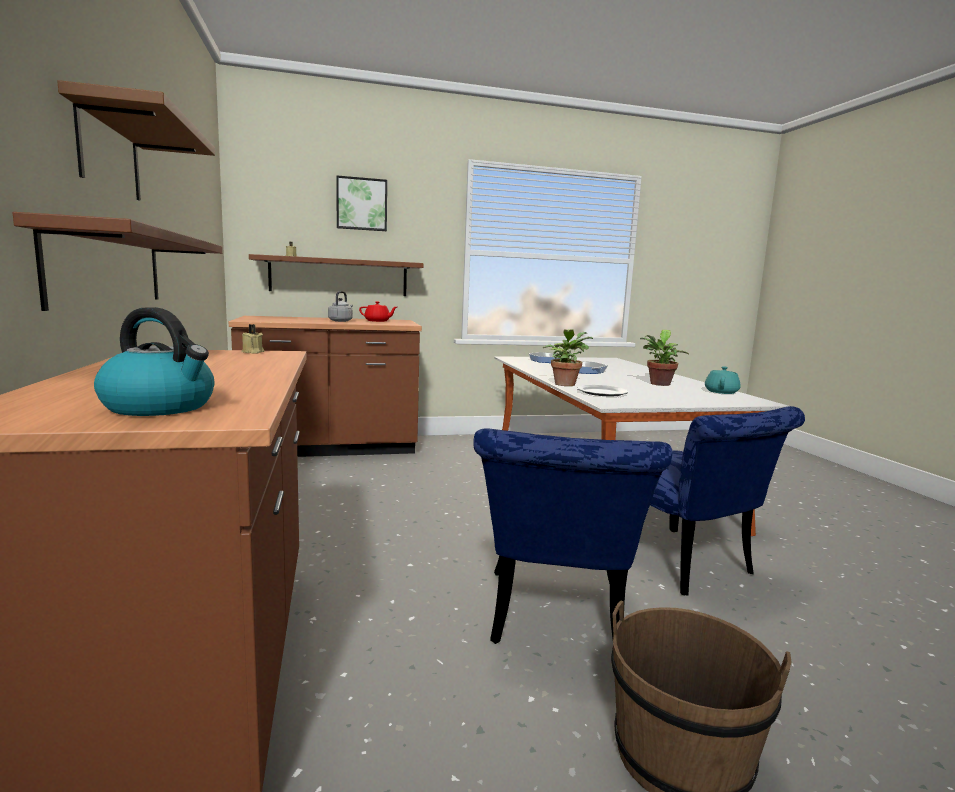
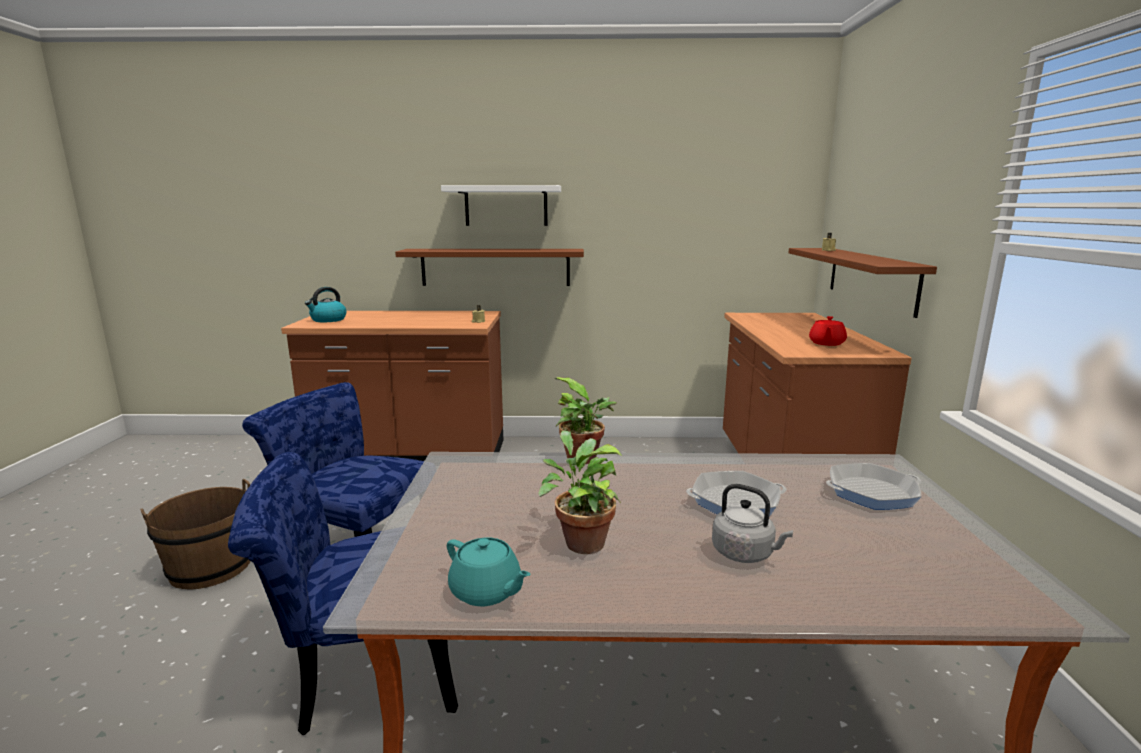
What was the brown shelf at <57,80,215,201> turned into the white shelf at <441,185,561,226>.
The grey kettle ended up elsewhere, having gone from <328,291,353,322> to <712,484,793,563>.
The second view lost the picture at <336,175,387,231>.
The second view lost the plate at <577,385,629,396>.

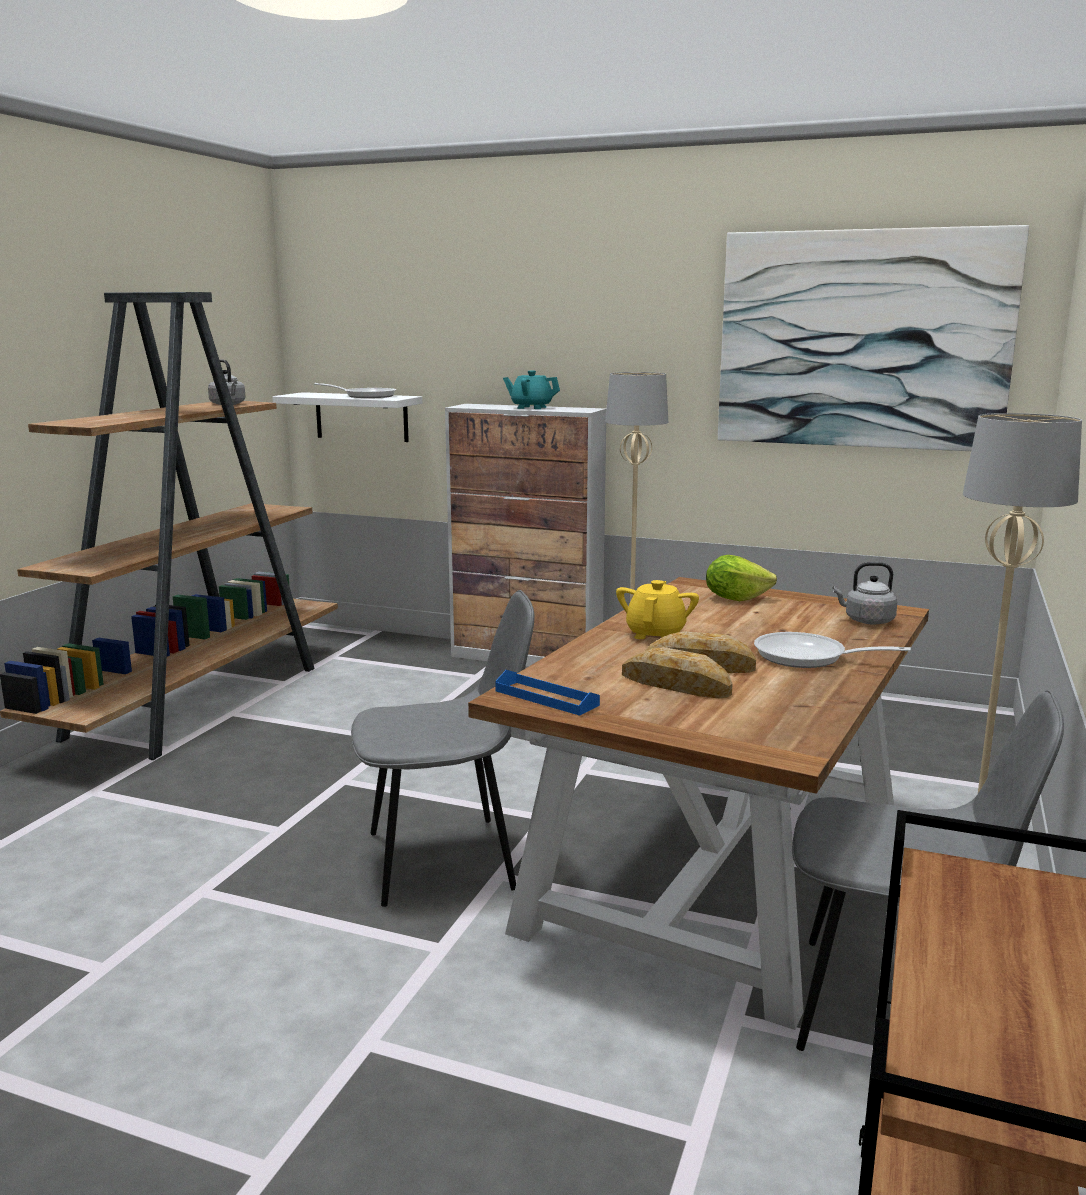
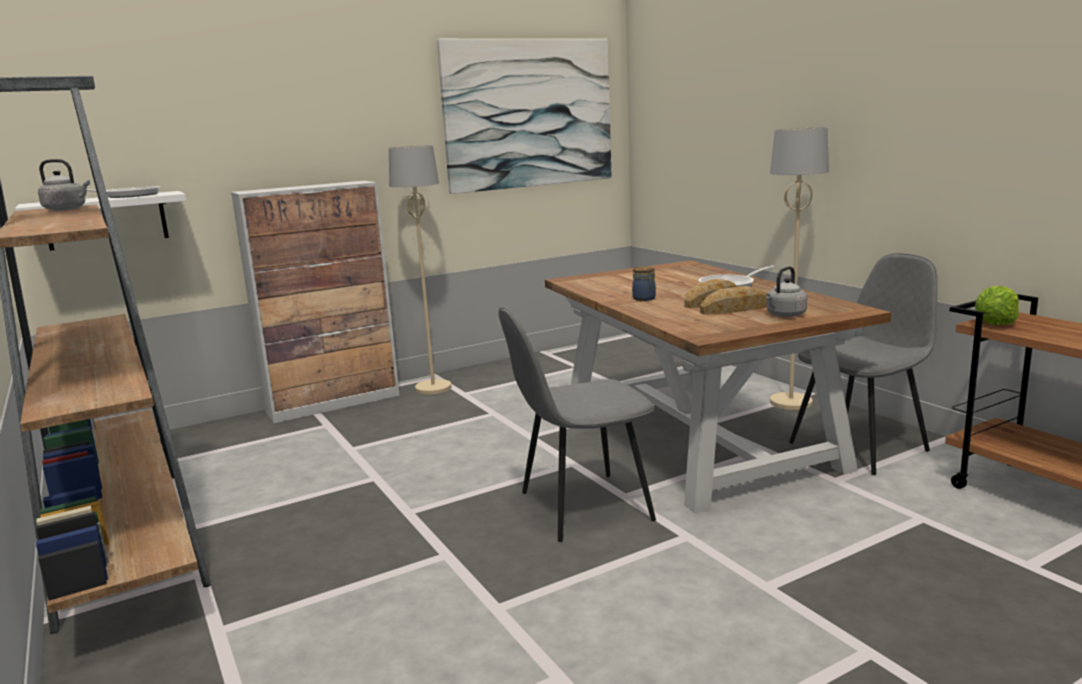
The grey chair at <351,590,535,907> ended up facing another way, 135 degrees counterclockwise from before.
The second view lost the blue tray at <495,670,600,716>.
The second view lost the turquoise teapot at <503,370,560,409>.
Where the yellow teapot stood at <616,580,699,639>, the jar came to stand at <632,266,656,301>.
The lettuce ended up elsewhere, having gone from <706,555,777,601> to <974,286,1019,325>.
The grey kettle ended up elsewhere, having gone from <833,562,898,625> to <766,266,807,317>.

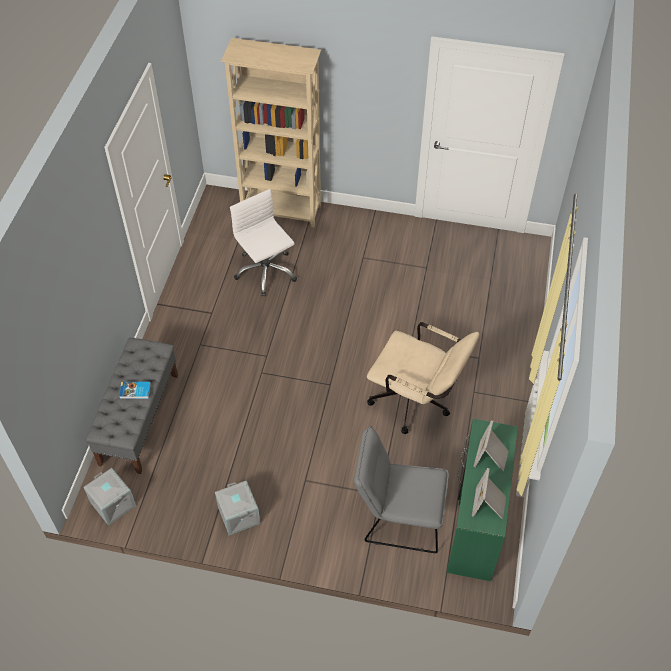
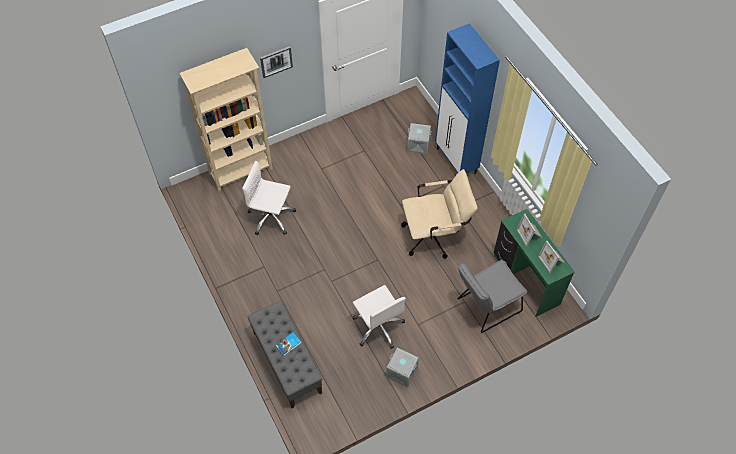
The grey storage box ended up elsewhere, having gone from <84,468,136,525> to <407,123,431,154>.
The second view gained the picture at <260,46,293,78>.
The second view gained the white office chair at <353,285,406,349>.
The second view gained the blue cabinet at <435,23,500,174>.

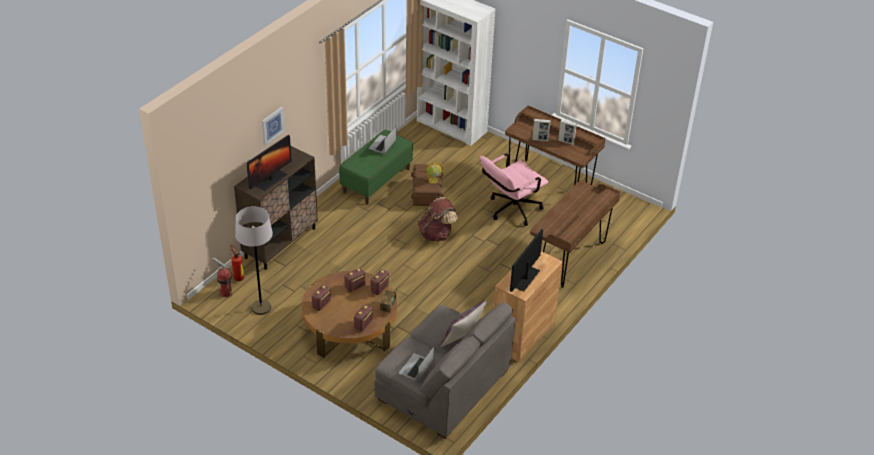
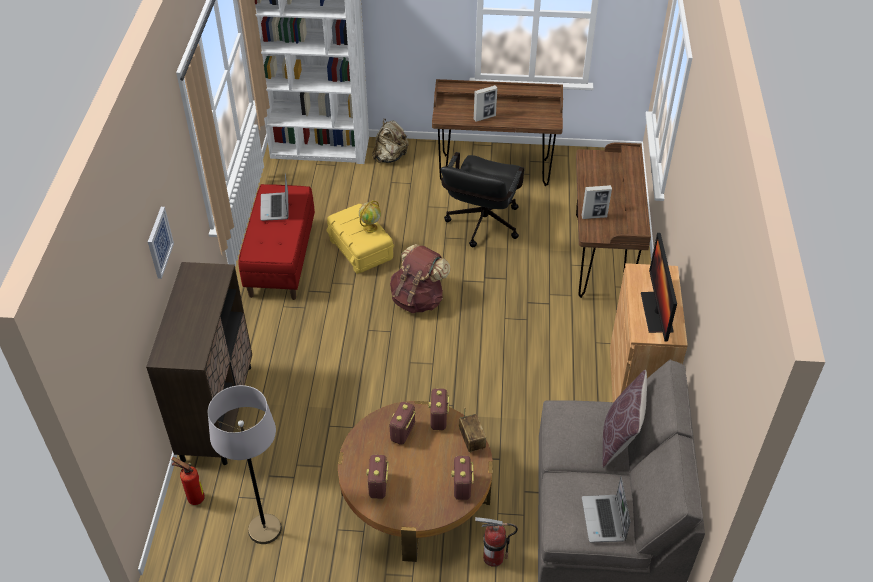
The fire extinguisher ended up elsewhere, having gone from <213,258,233,297> to <475,517,518,567>.
The second view lost the monitor at <247,135,292,191>.
What was the green bench at <339,130,413,205> turned into the red bench at <238,184,315,300>.
What was the brown storage box at <411,164,444,206> turned into the yellow storage box at <326,204,394,274>.
What was the pink office chair at <480,153,548,226> turned into the black office chair at <441,152,524,247>.
The picture frame ended up elsewhere, having gone from <558,120,577,145> to <581,185,612,219>.
The second view gained the beige backpack at <372,119,409,163>.

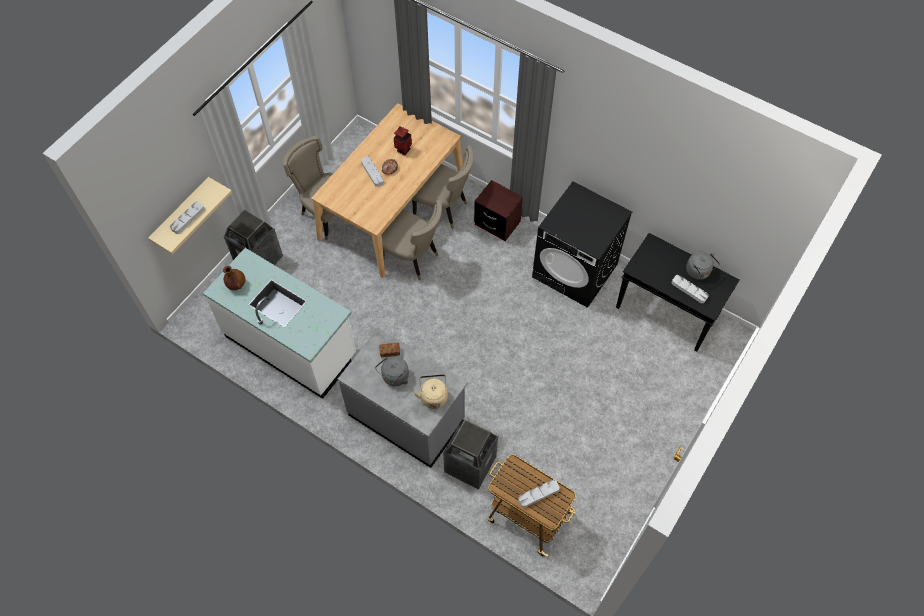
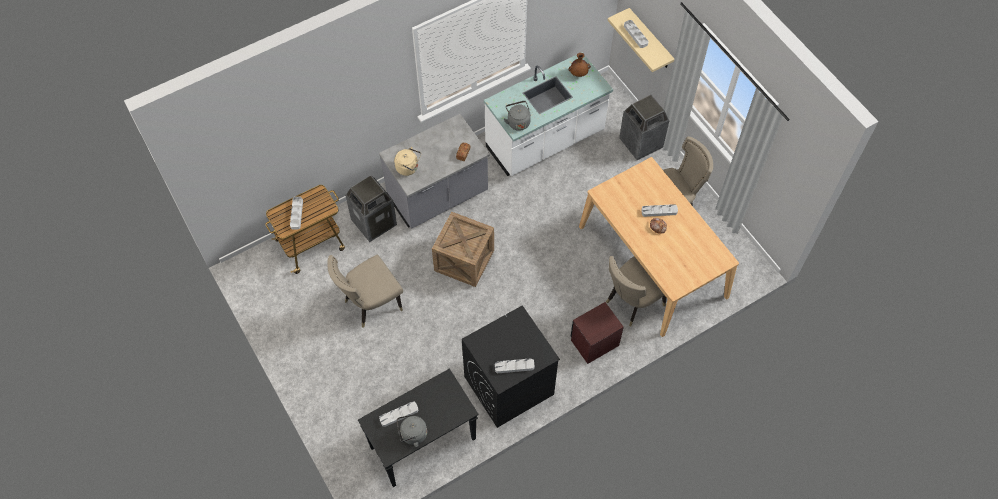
The grey kettle ended up elsewhere, having gone from <375,356,409,386> to <504,101,531,131>.
The beige chair ended up elsewhere, having gone from <382,200,442,281> to <327,255,403,328>.
The second view lost the vase at <394,126,412,155>.
The second view gained the crate at <432,212,494,287>.
The second view gained the grey tray at <495,358,535,373>.

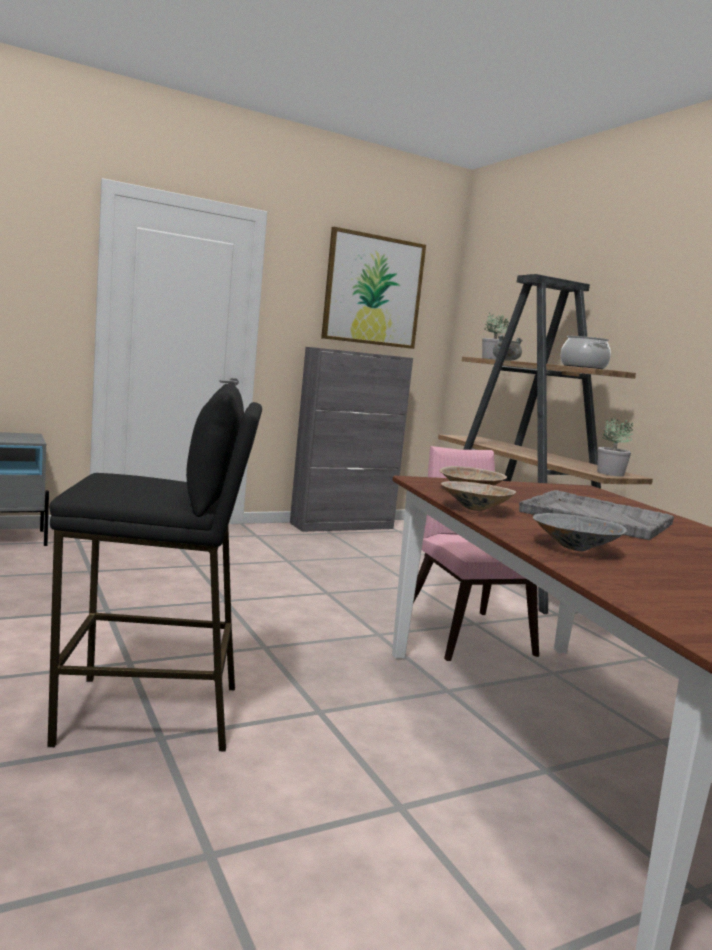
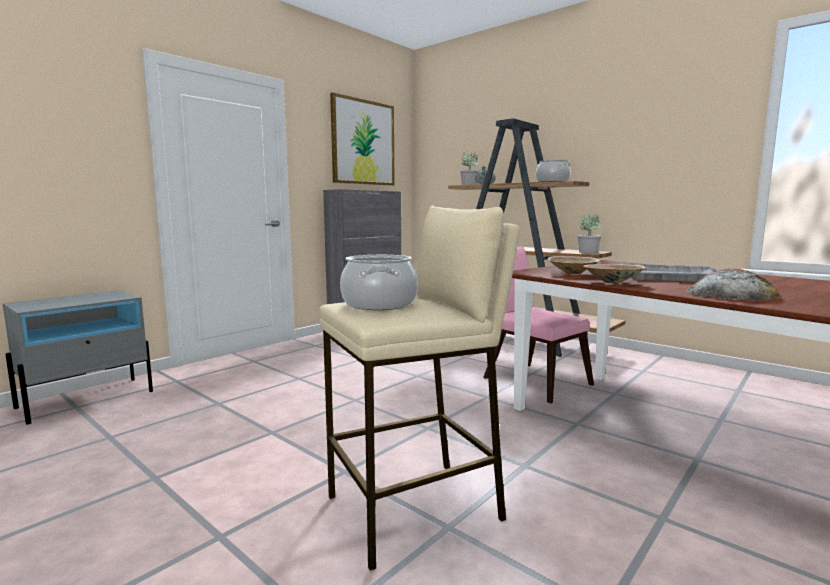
What was the black stool at <47,382,262,752> turned into the beige stool at <319,206,520,571>.
Where the grey bowl stood at <533,513,627,551>, the bread came to stand at <686,269,781,301>.
The second view gained the cooking pot at <340,255,418,310>.

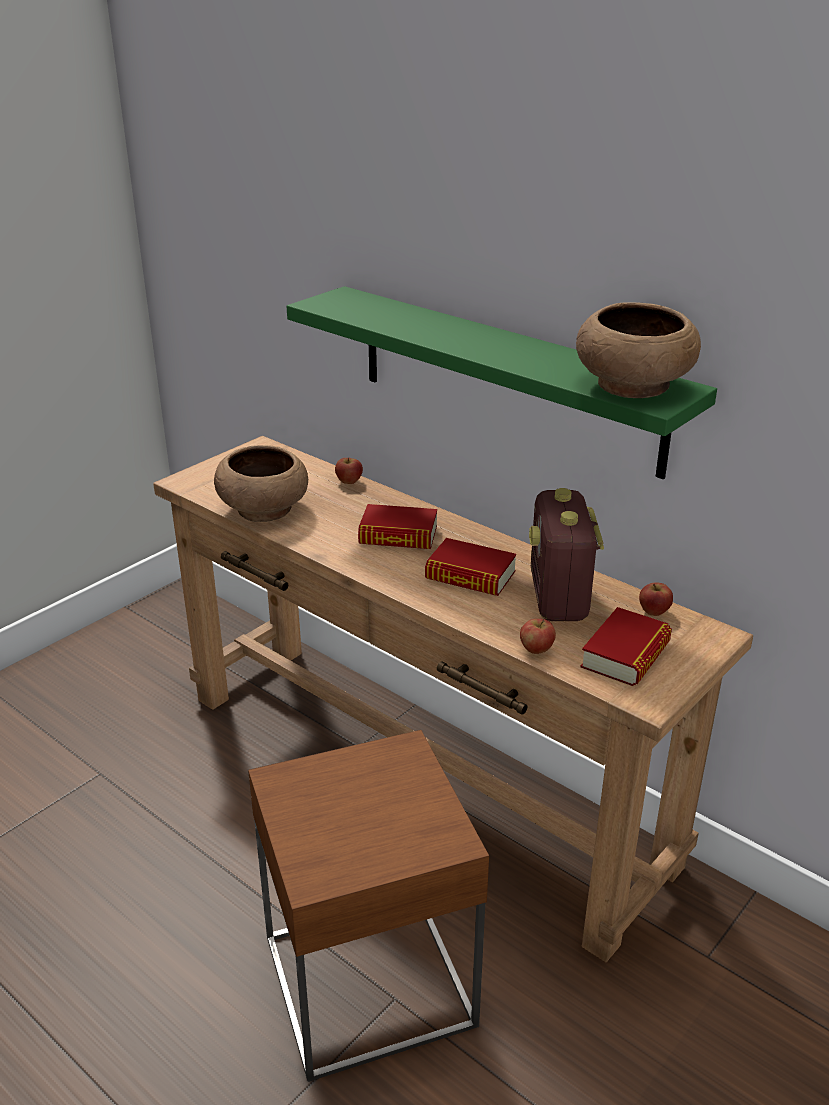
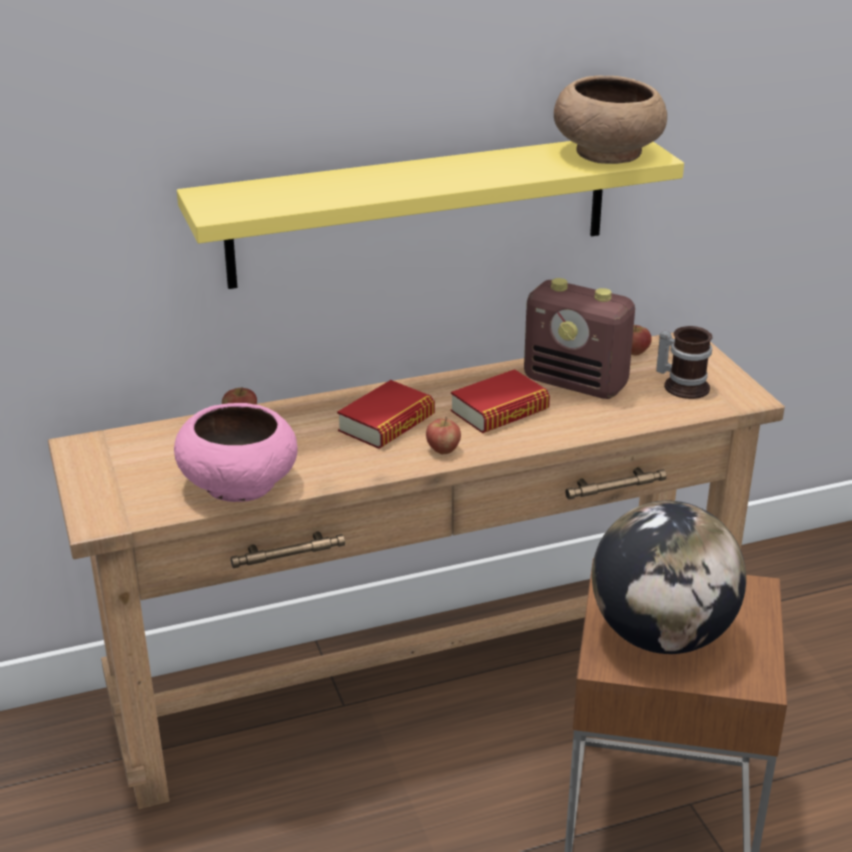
What was the brown bowl at <214,445,308,522> turned into the pink bowl at <174,403,298,502>.
What was the green shelf at <286,286,717,479> turned into the yellow shelf at <177,141,684,289>.
The apple ended up elsewhere, having gone from <520,619,556,654> to <426,416,461,454>.
Where the book stood at <580,607,672,686>, the mug came to stand at <656,326,713,399>.
The second view gained the globe at <592,501,746,654>.

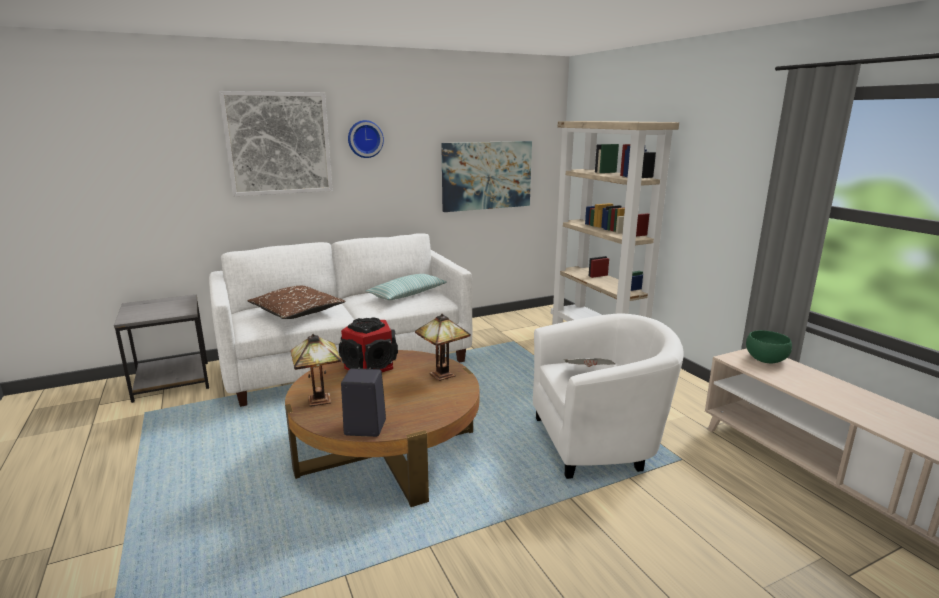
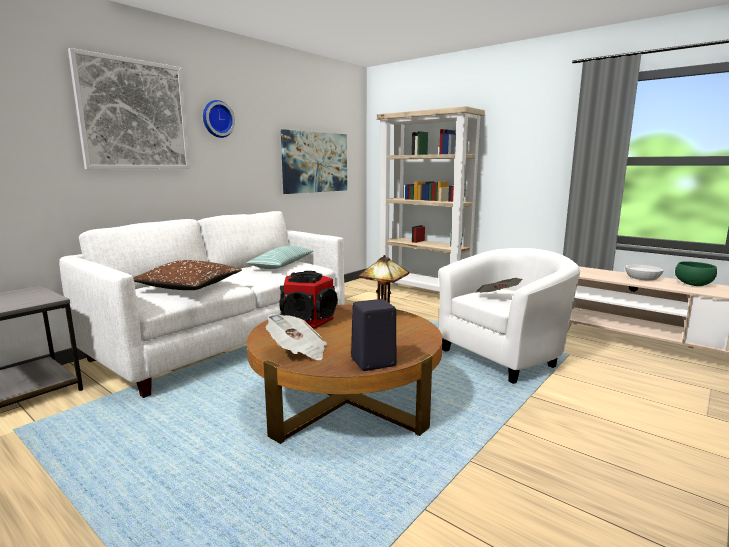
Where the table lamp stood at <290,334,341,407>, the newspaper came to stand at <266,314,327,360>.
The green bowl ended up elsewhere, having gone from <746,330,792,364> to <675,262,717,286>.
The second view gained the white bowl at <625,265,664,280>.

